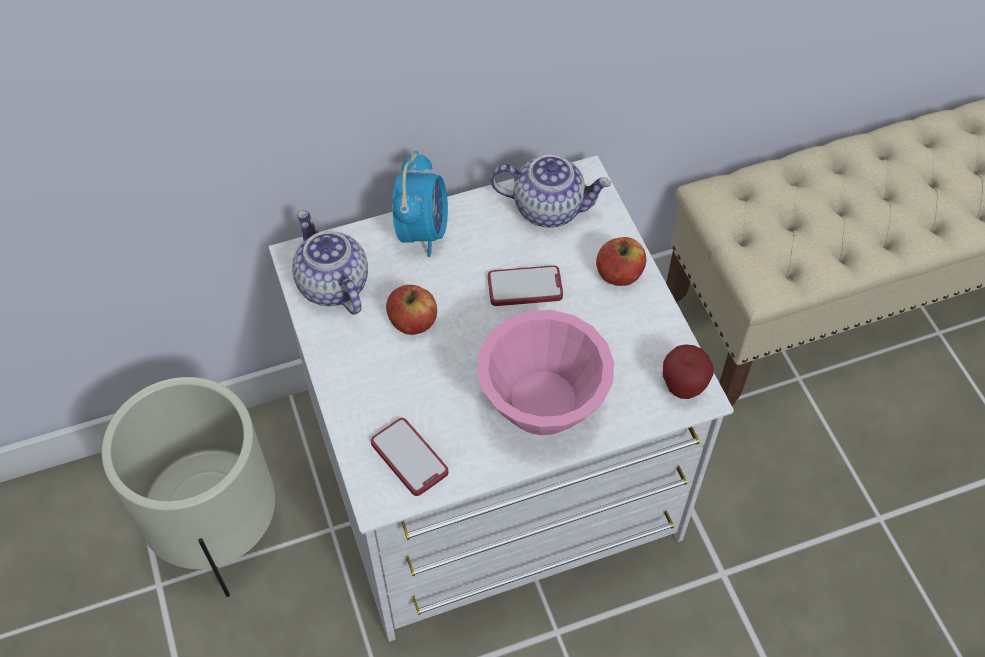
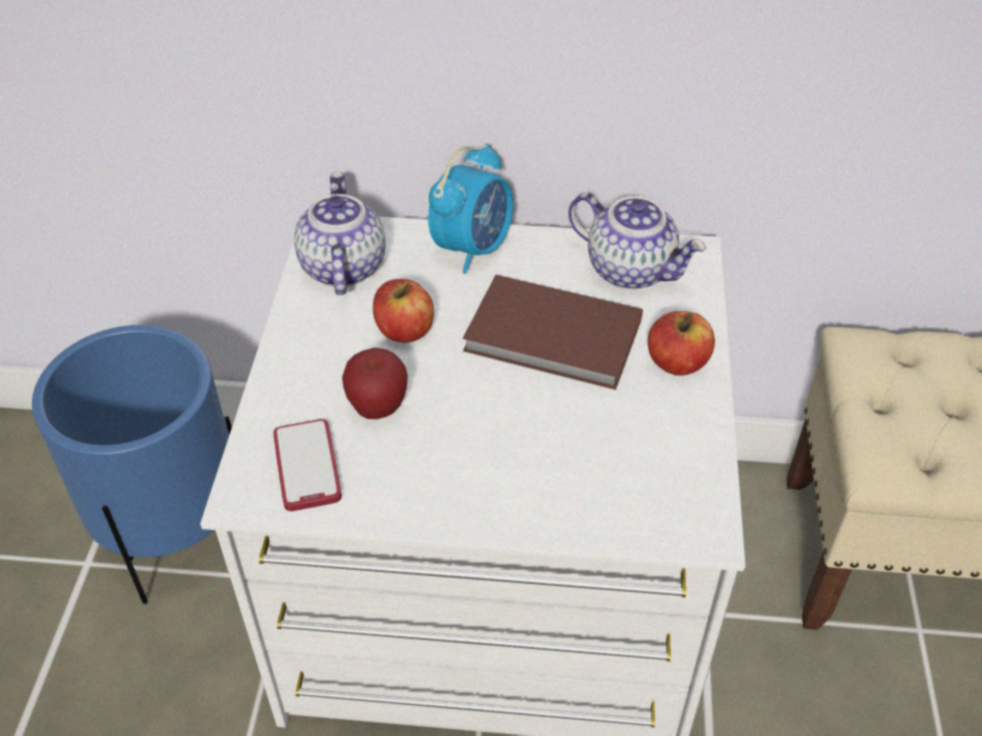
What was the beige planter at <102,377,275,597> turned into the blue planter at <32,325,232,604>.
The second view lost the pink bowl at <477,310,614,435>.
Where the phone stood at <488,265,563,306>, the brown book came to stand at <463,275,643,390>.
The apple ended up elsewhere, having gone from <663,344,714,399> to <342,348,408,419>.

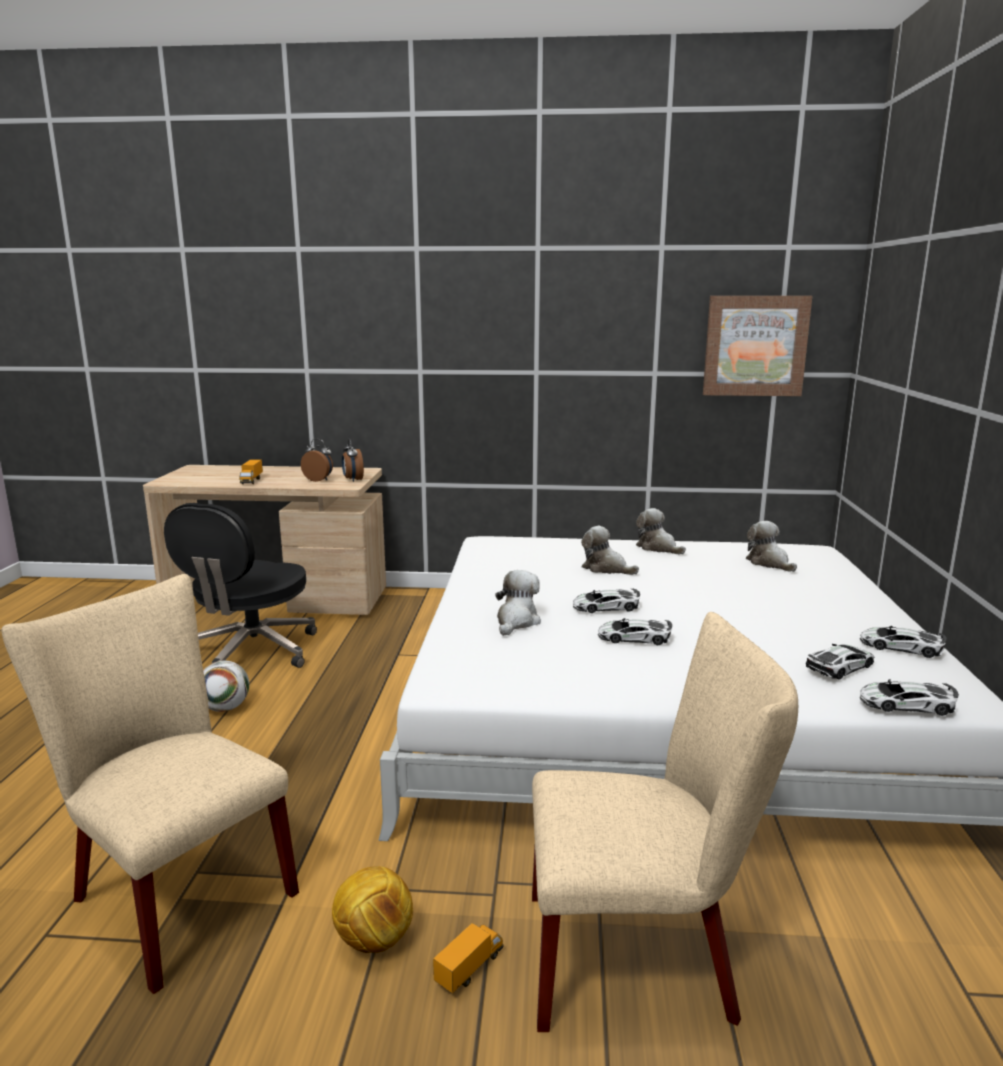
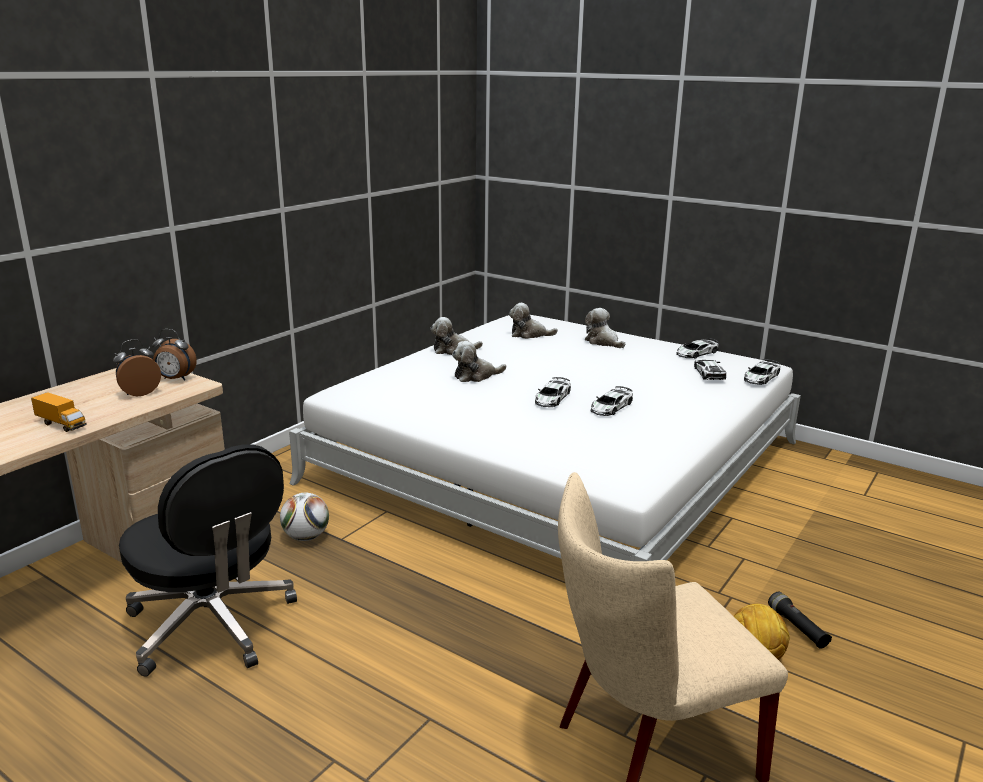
The football ended up elsewhere, having gone from <203,661,249,712> to <280,493,329,541>.
Where the toy truck stood at <433,923,504,993>, the black flashlight came to stand at <768,592,832,649>.
The plush toy ended up elsewhere, having gone from <495,570,541,636> to <585,308,625,348>.
The second view lost the beige chair at <532,612,798,1032>.
The second view lost the picture at <703,296,812,396>.

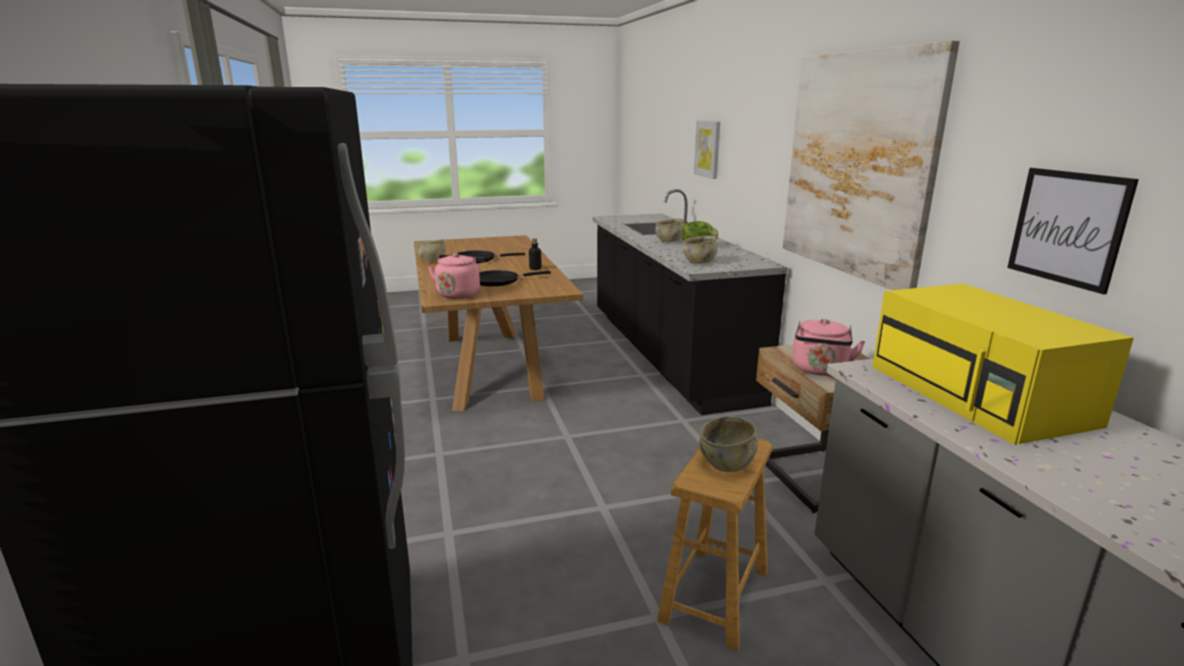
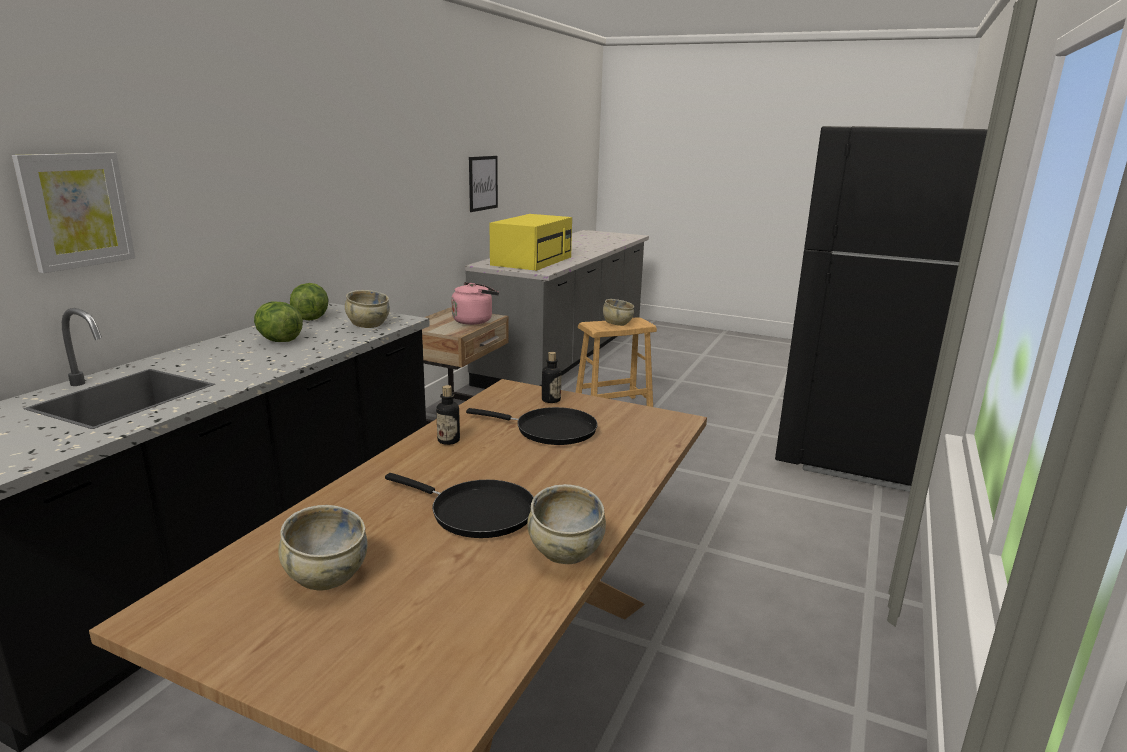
The second view lost the pink kettle at <428,253,485,299>.
The beige bowl ended up elsewhere, having gone from <655,218,685,242> to <278,505,368,591>.
The second view lost the picture at <783,41,960,290>.
The second view gained the lettuce at <290,283,329,320>.
The second view gained the bottle at <542,352,562,403>.

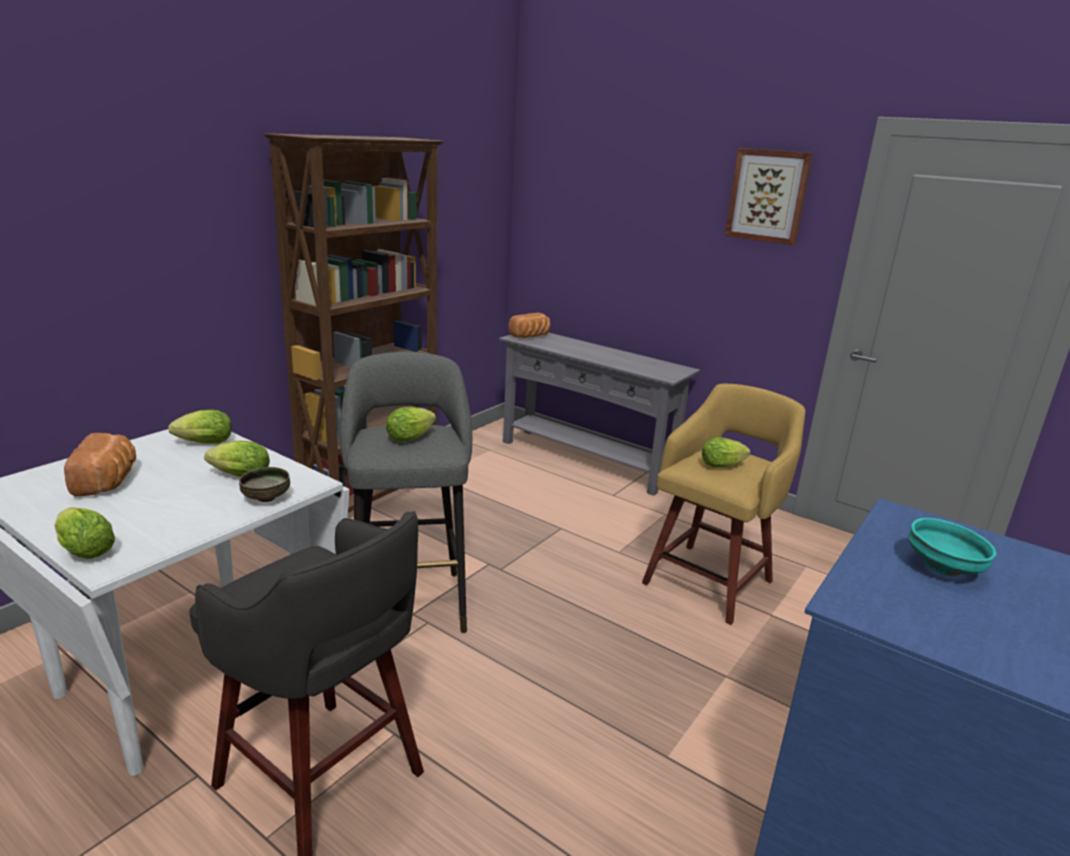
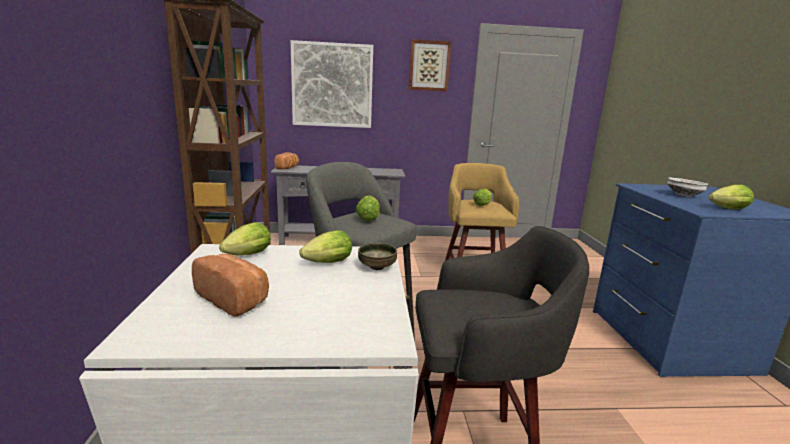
The lettuce ended up elsewhere, having gone from <54,507,115,559> to <709,185,754,209>.
What was the turquoise bowl at <908,518,997,576> turned into the white bowl at <667,177,708,197>.
The second view gained the picture at <290,40,373,128>.

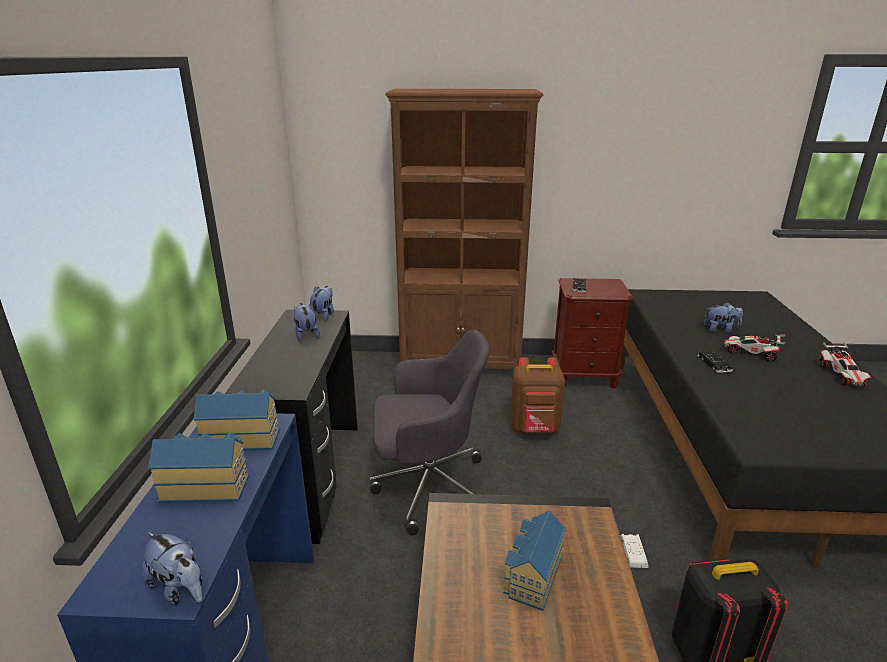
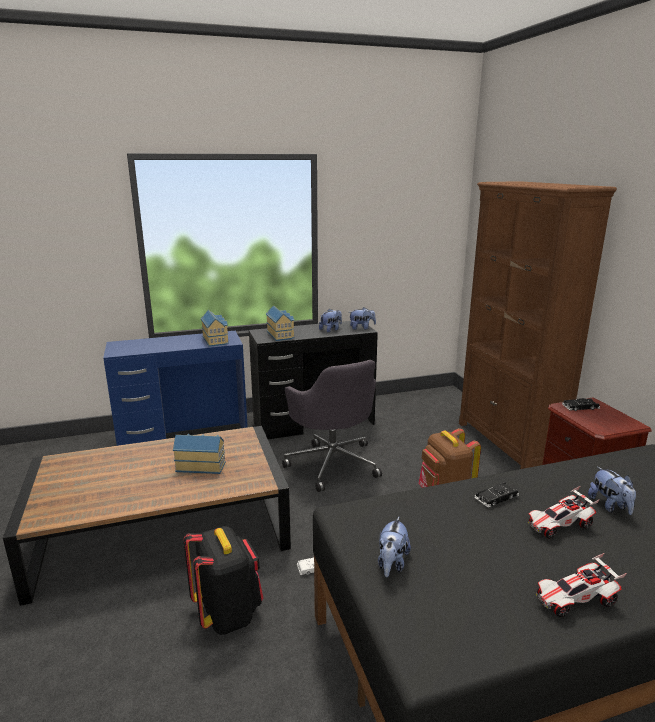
The plush toy ended up elsewhere, having gone from <142,532,202,605> to <378,517,411,577>.
The toy house ended up elsewhere, having gone from <148,432,249,503> to <266,305,295,341>.
The toy car at <724,335,786,362> ended up facing another way, 120 degrees counterclockwise from before.

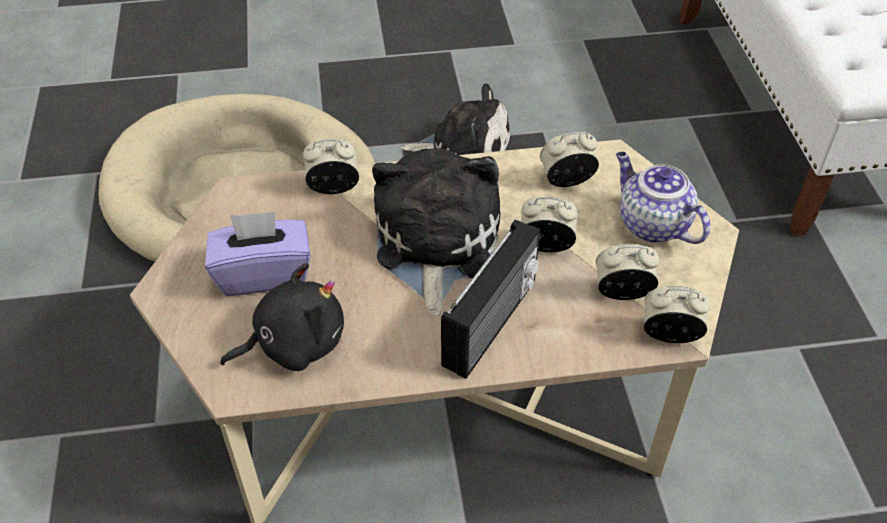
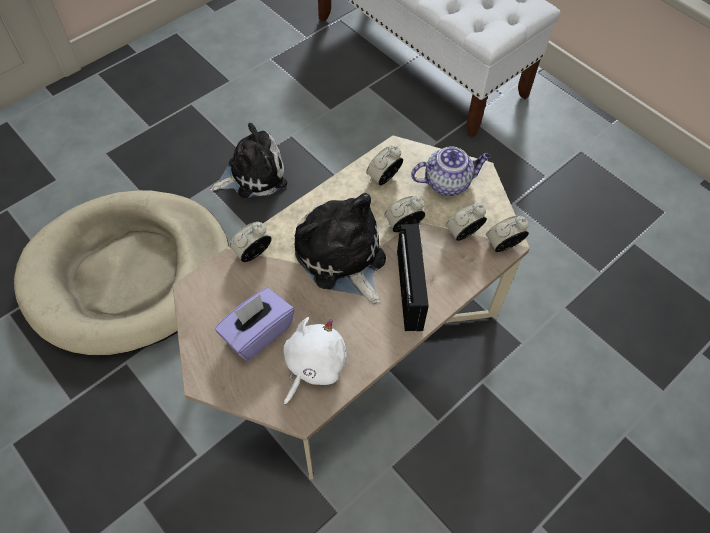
What was the black plush toy at <220,263,344,371> turned into the white plush toy at <283,317,347,405>.
The teapot at <616,152,710,244> ended up facing another way, 150 degrees clockwise from before.

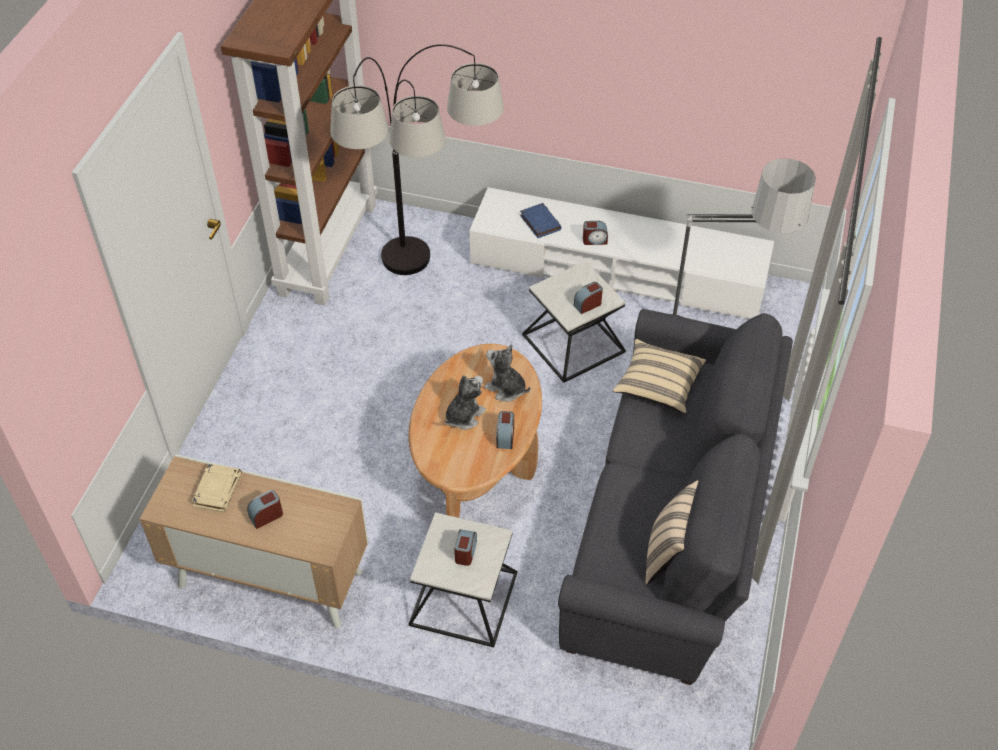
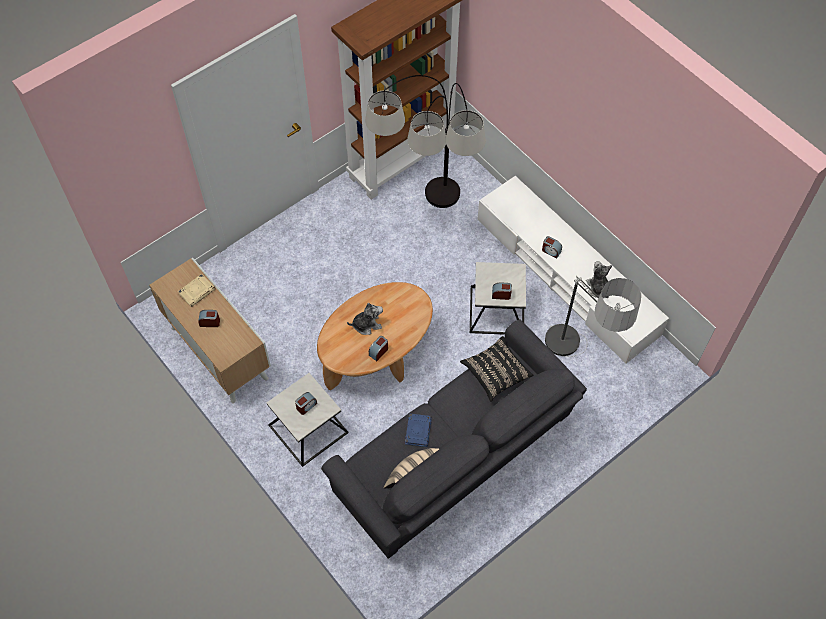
The plush toy ended up elsewhere, having gone from <484,344,531,402> to <586,261,612,298>.
The blue book ended up elsewhere, having gone from <520,203,562,238> to <405,413,432,447>.
What was the beige pillow at <613,339,706,414> turned into the black pillow at <460,336,533,402>.

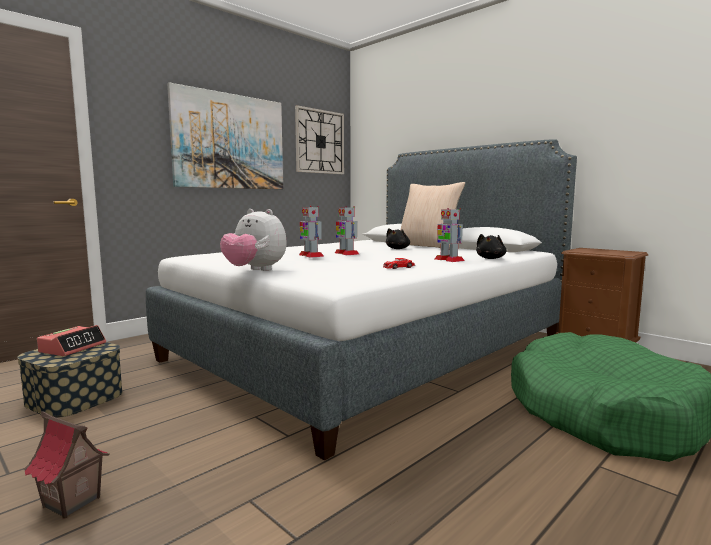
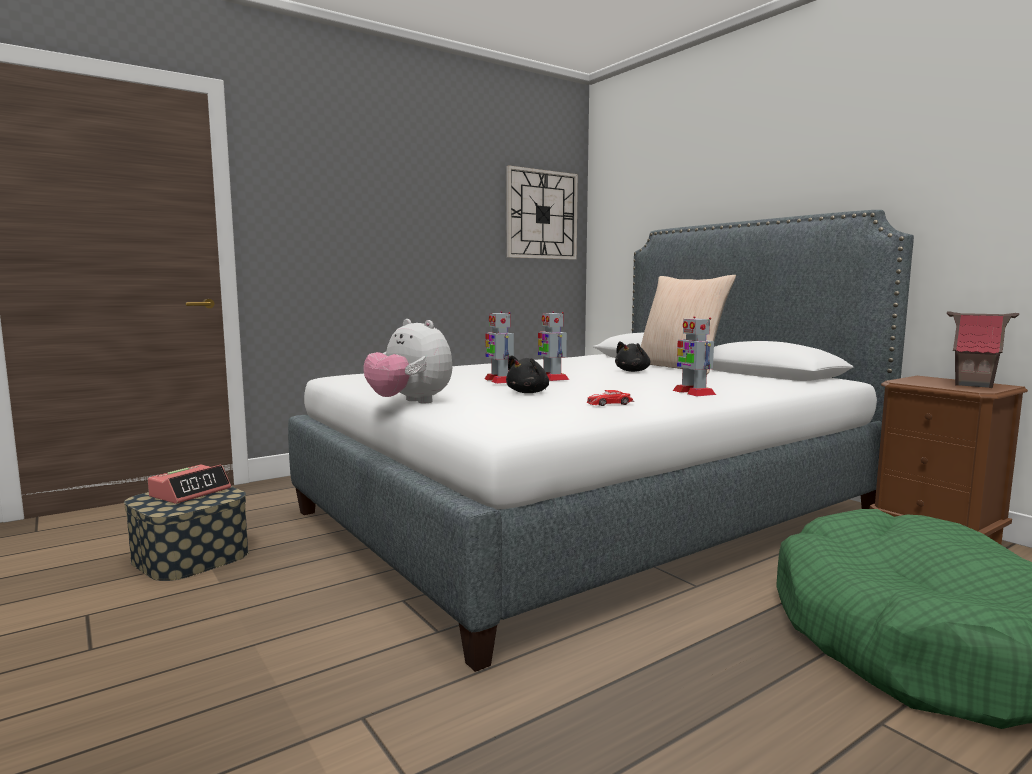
The toy house ended up elsewhere, having gone from <23,411,109,519> to <947,312,1019,388>.
The second view lost the picture at <167,82,283,189>.
The black plush toy ended up elsewhere, having gone from <476,234,506,259> to <506,355,549,393>.

